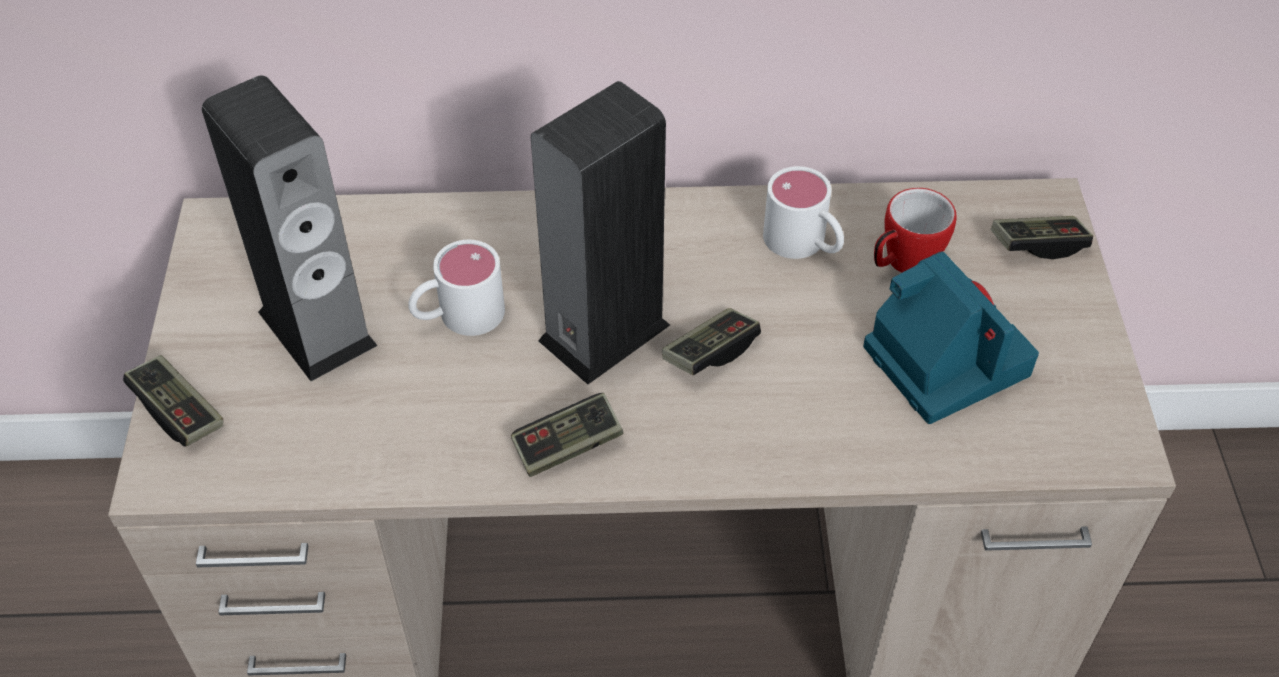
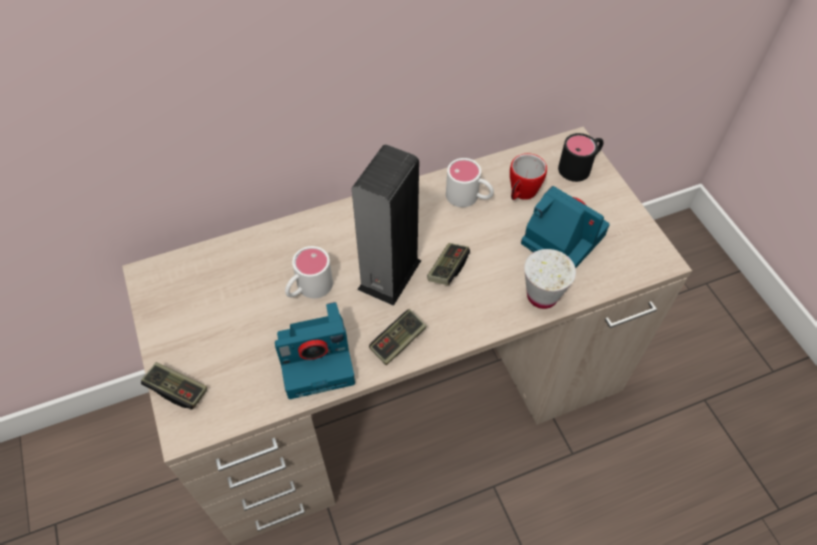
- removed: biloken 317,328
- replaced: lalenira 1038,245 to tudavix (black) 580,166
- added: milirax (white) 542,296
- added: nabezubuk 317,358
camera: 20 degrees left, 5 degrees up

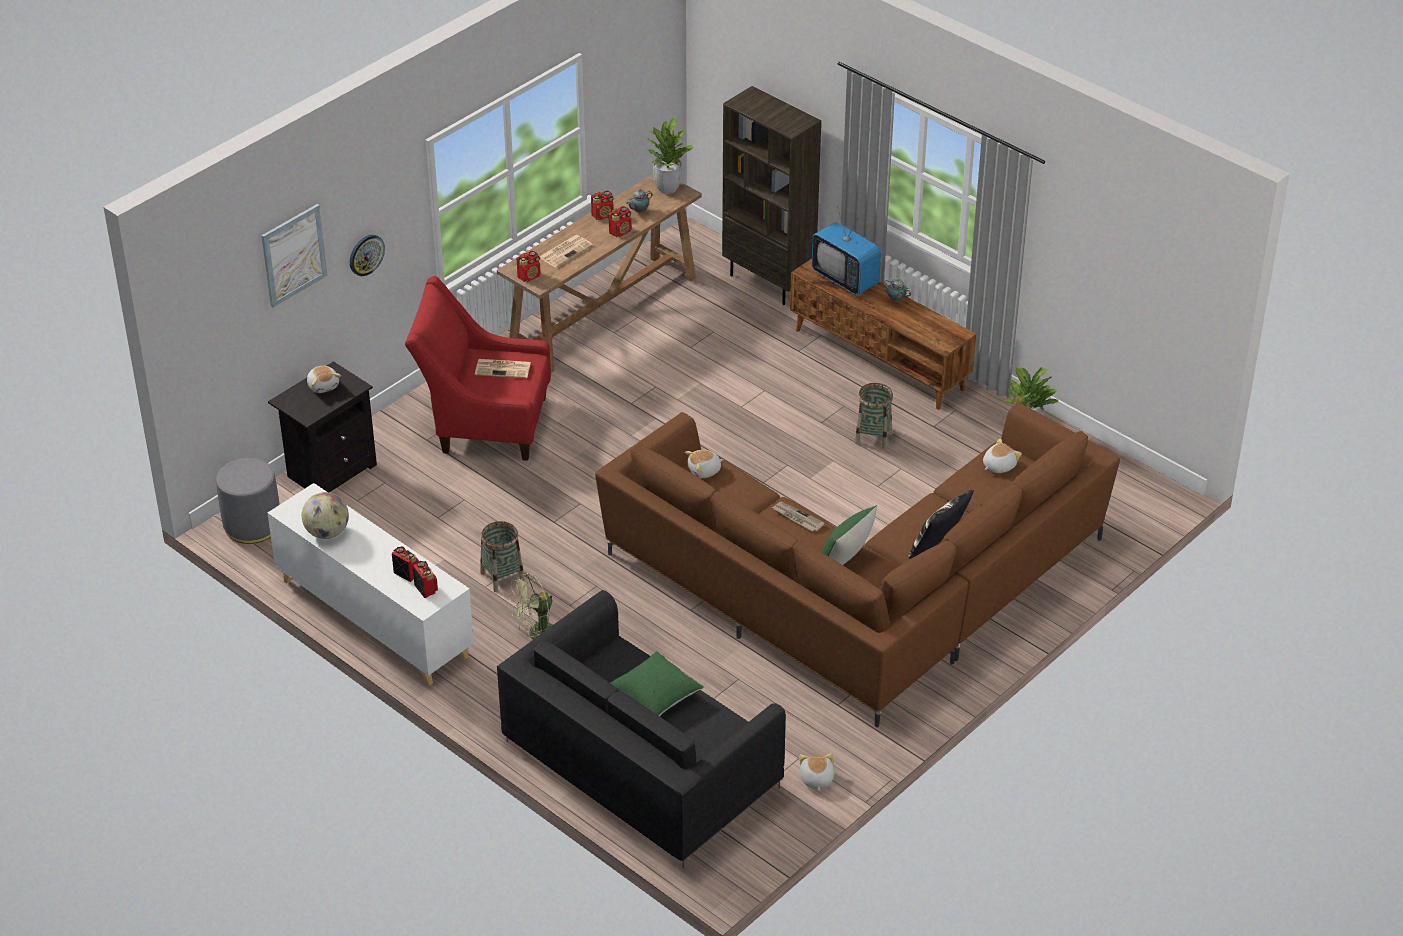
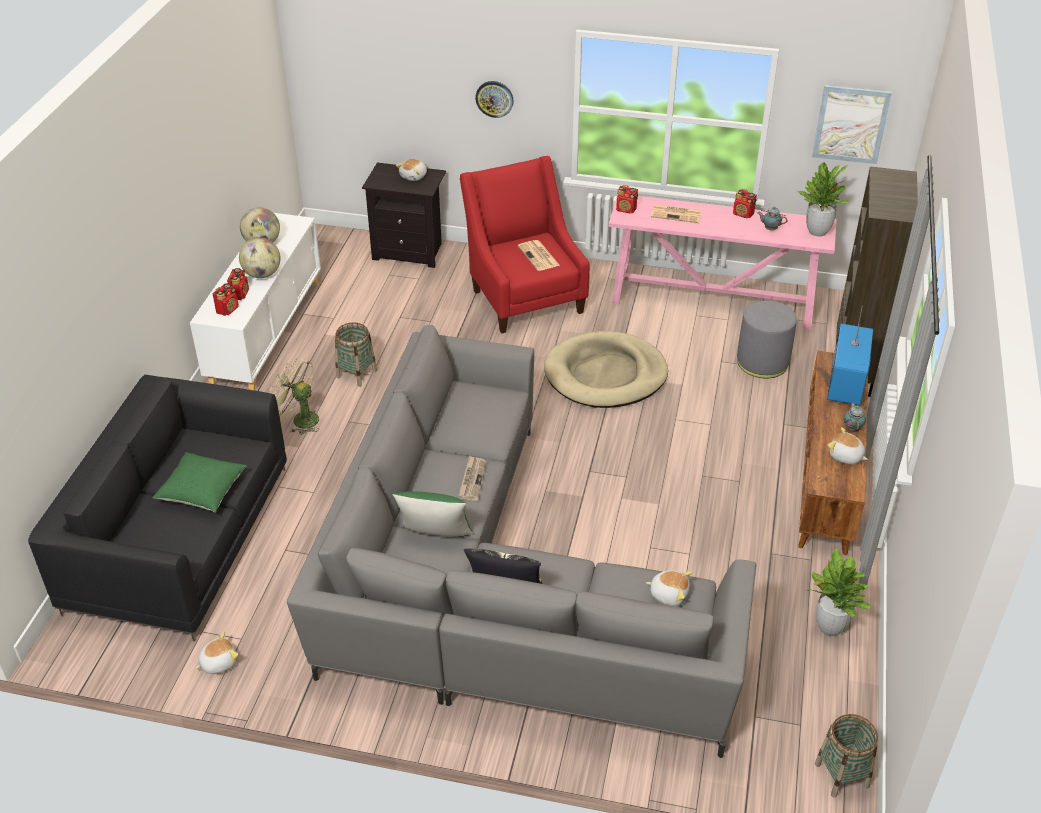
- recoloured: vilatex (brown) 604,313 to vilatex (pink) 714,301
- moved: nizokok 294,255 to 850,124
- removed: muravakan 620,232
- moved: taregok 873,436 to 841,775
- recoloured: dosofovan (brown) 860,593 to dosofovan (grey) 492,594
- moved: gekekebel 704,471 to 845,456
- moved: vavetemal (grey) 252,524 to 762,362
- added: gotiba 262,274
- added: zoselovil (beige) 605,374
camera: 60 degrees right, 0 degrees up

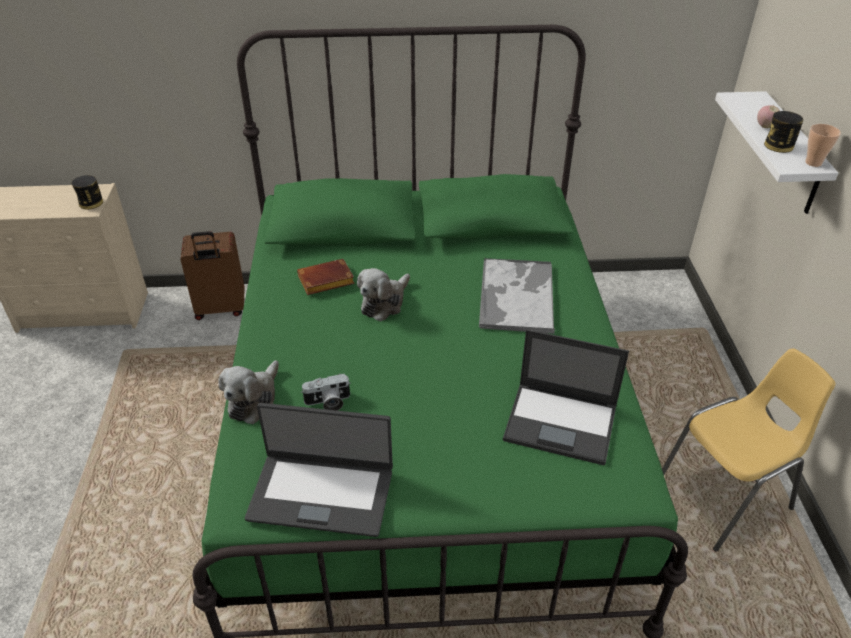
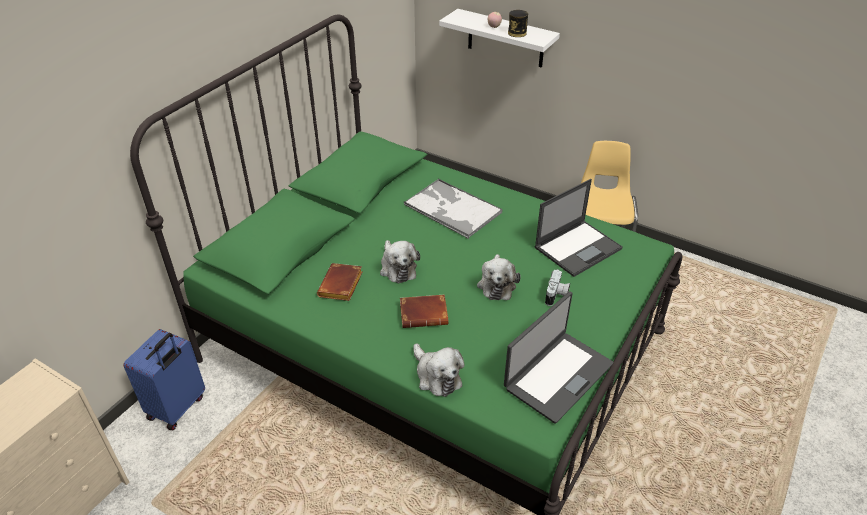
- removed: milirax 813,162
- removed: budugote 91,203
- recoloured: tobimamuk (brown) 220,309 to tobimamuk (blue) 178,408
- moved: nabezubuk 328,403 to 556,295
- added: gekekebel 496,284
- added: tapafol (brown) 425,314
camera: 55 degrees left, 0 degrees up

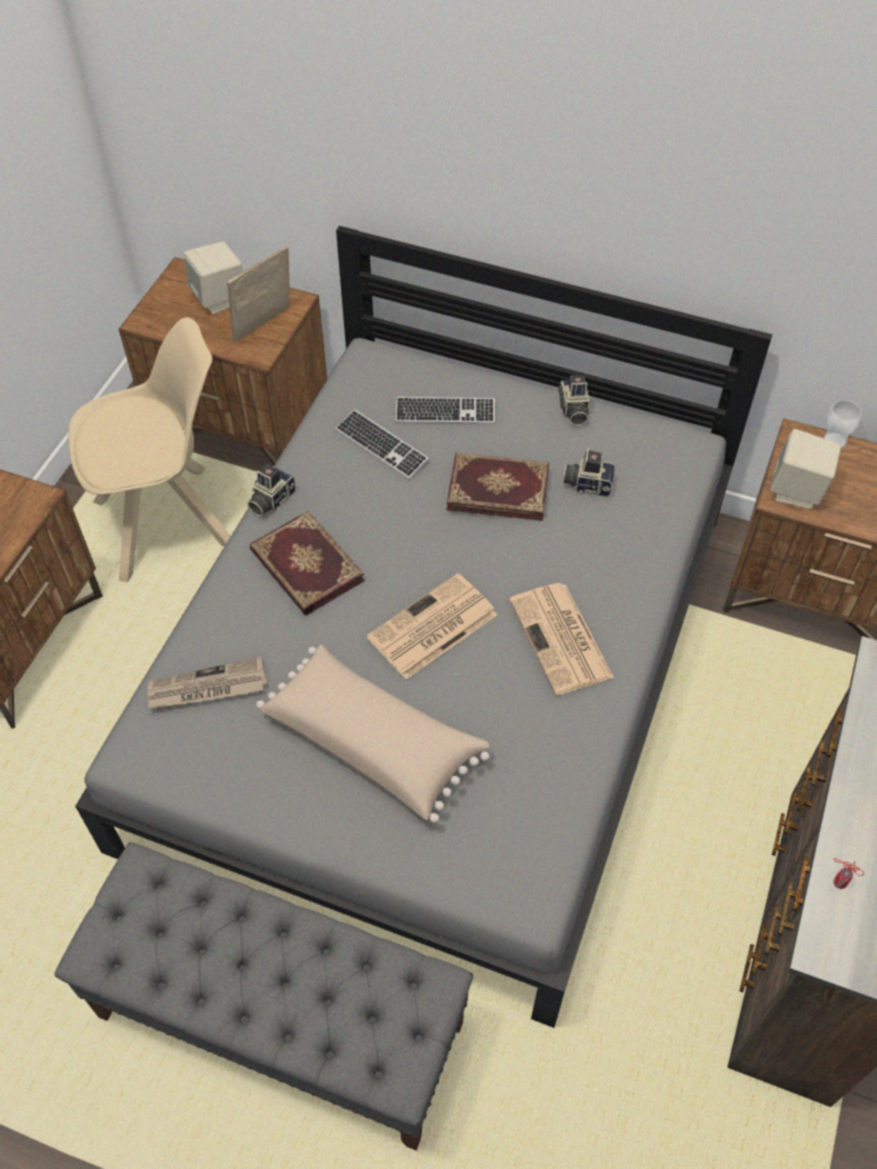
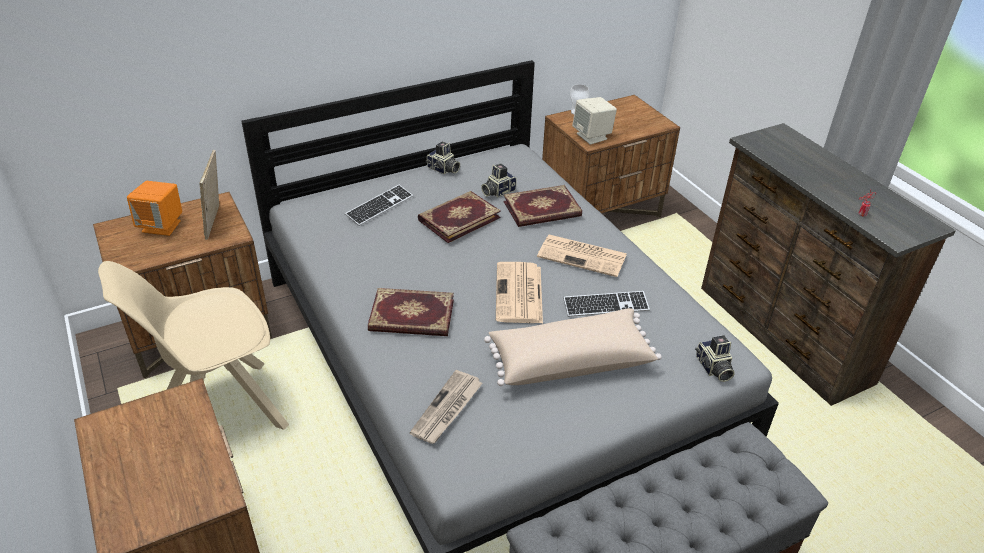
- recoloured: biloken (beige) 219,298 to biloken (orange) 162,226
- turned: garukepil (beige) 169,522 = 221,411 135 degrees counterclockwise
- moved: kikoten 381,446 to 606,305
- moved: nabezubuk 270,500 to 713,368
- added: tapafol 542,210
camera: 50 degrees left, 15 degrees down

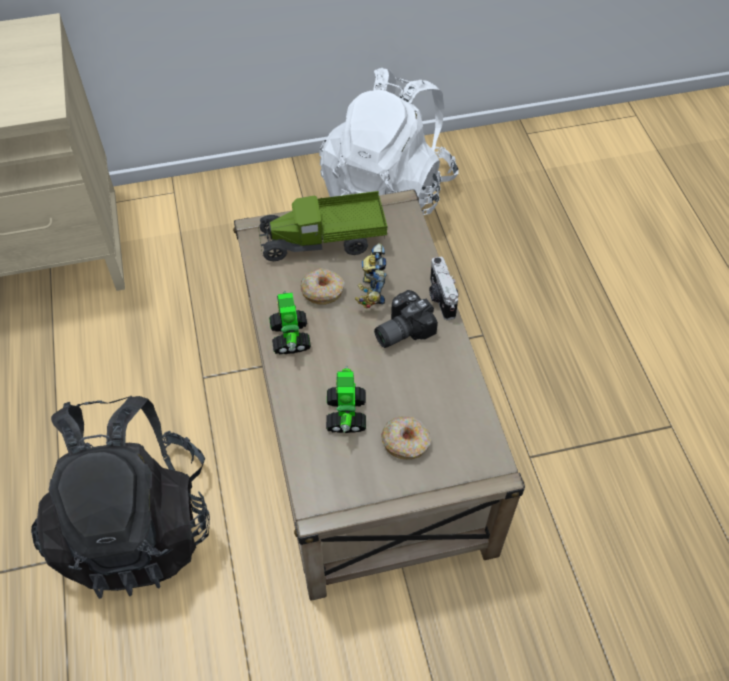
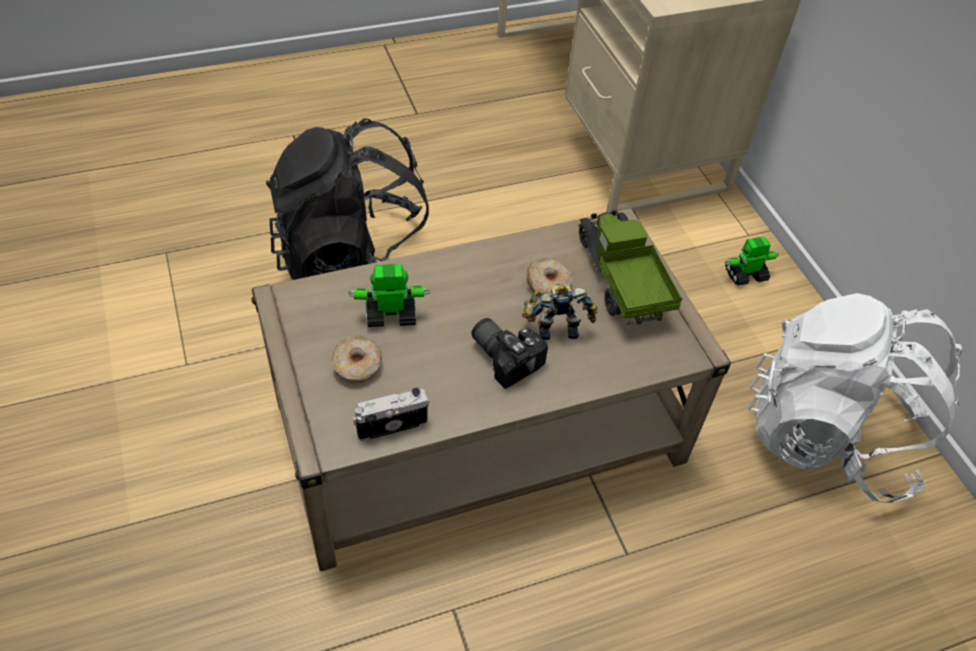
- moved: nabezubuk 440,298 to 391,424
- moved: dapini 290,337 to 745,275
camera: 80 degrees right, 5 degrees down

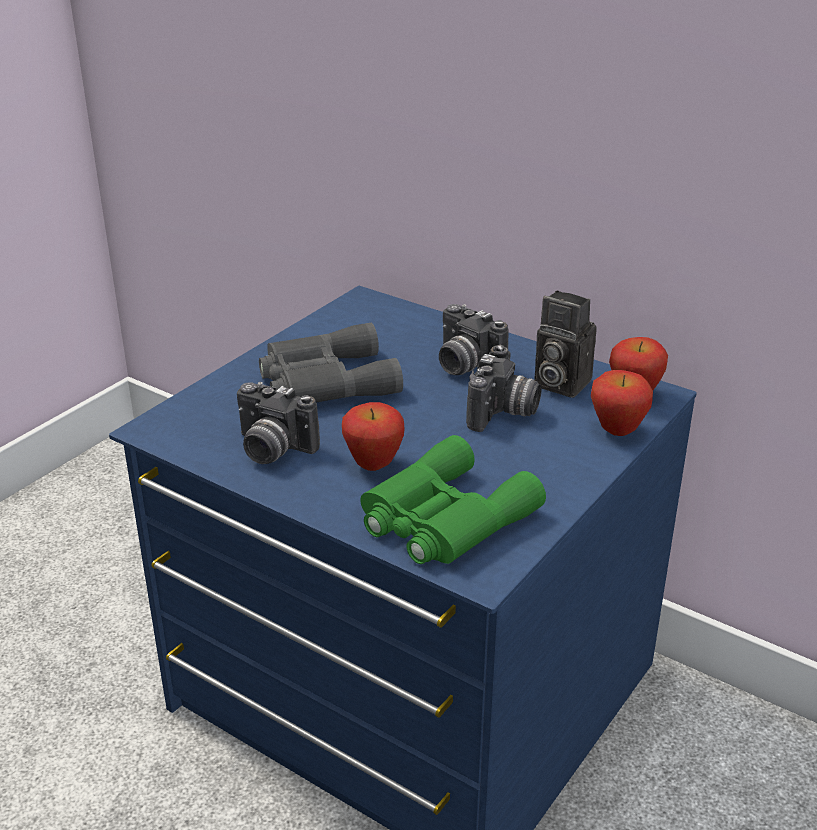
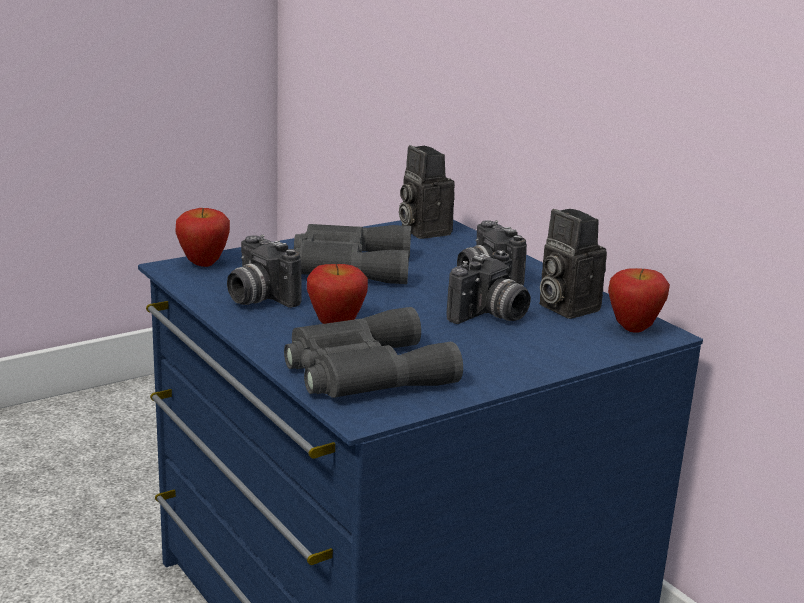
- moved: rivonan 617,431 to 203,264
- recoloured: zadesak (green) 442,519 to zadesak (grey) 363,371
- added: nabezubuk 422,230
camera: 20 degrees right, 10 degrees down

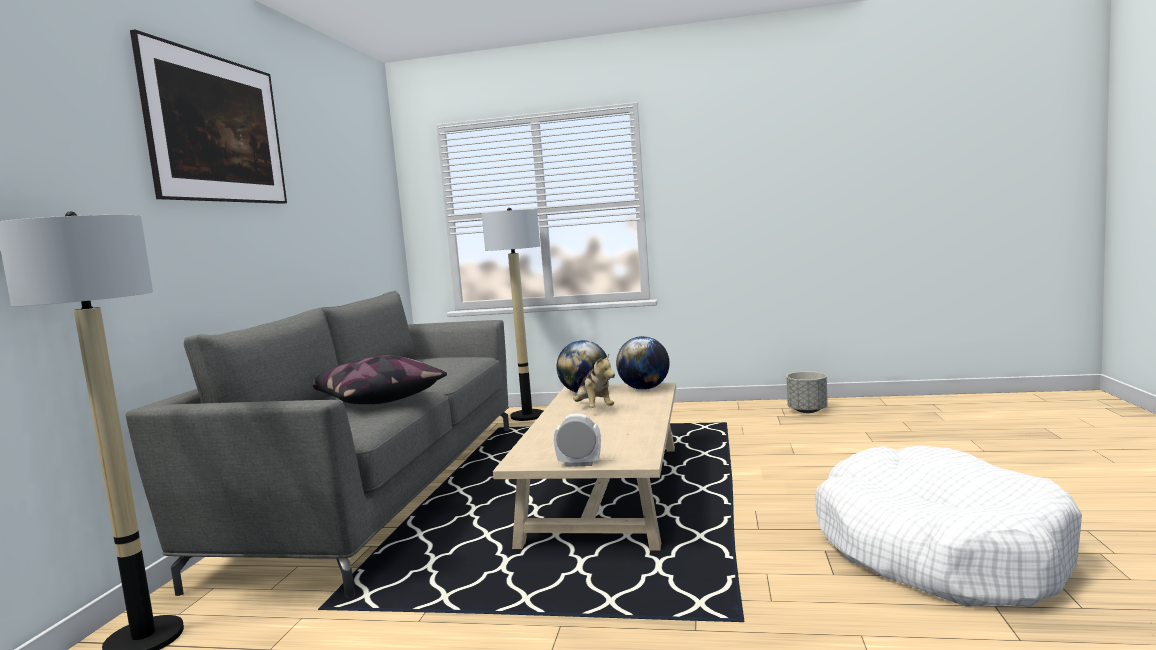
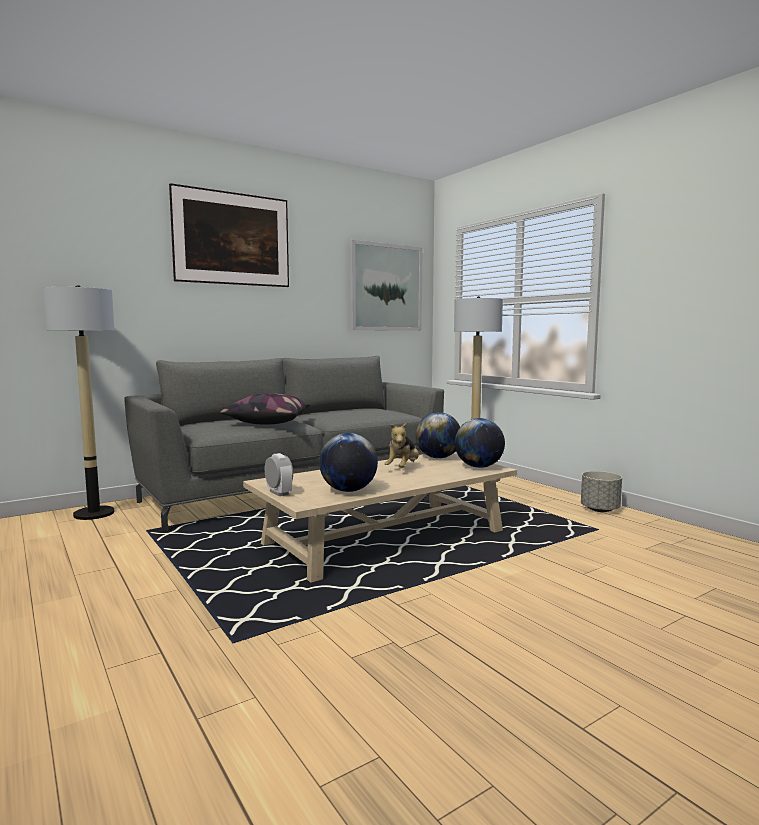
- moved: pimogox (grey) 807,411 to 599,509
- removed: zoselovil (white) 938,550
- added: nizokok 386,287
- added: gotiba 348,490
camera: 45 degrees right, 0 degrees up

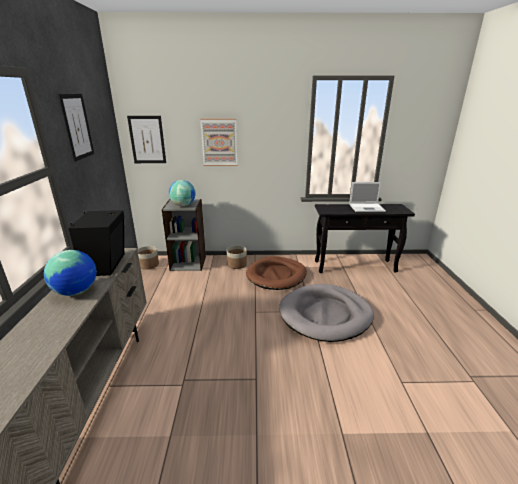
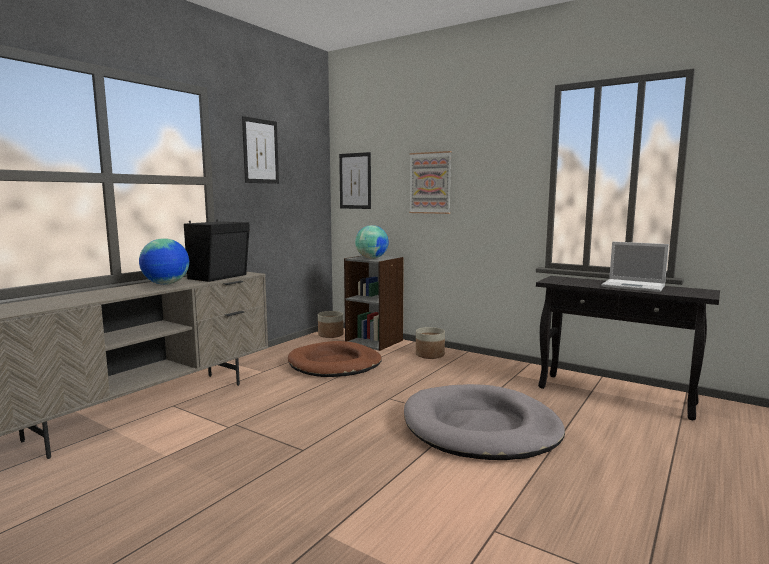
- moved: zoselovil (brown) 276,275 to 335,364
camera: 35 degrees right, 15 degrees down

